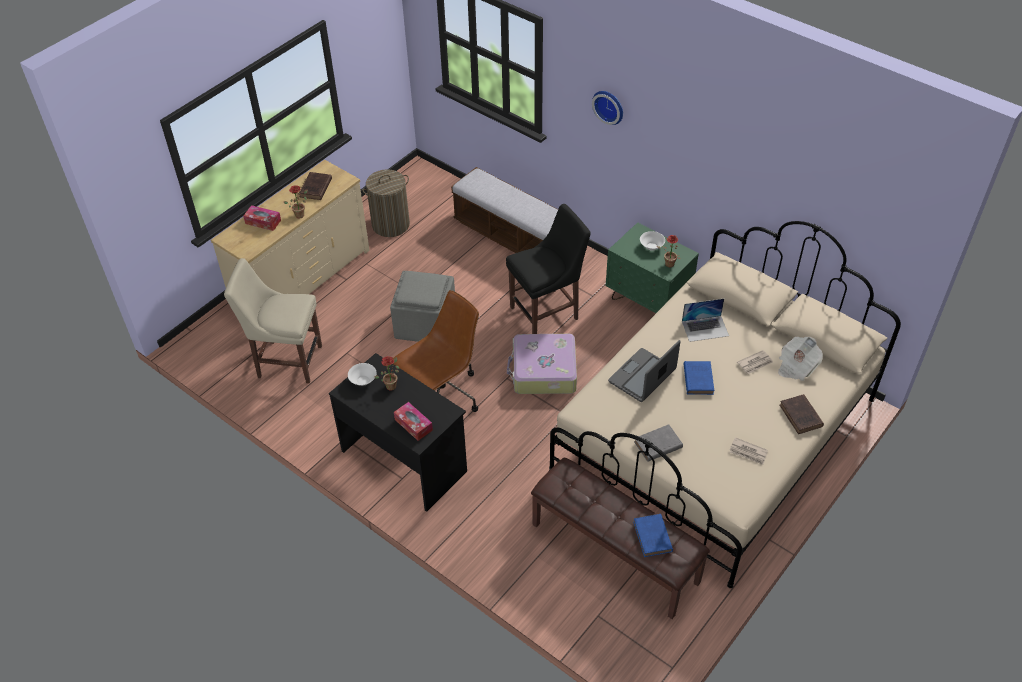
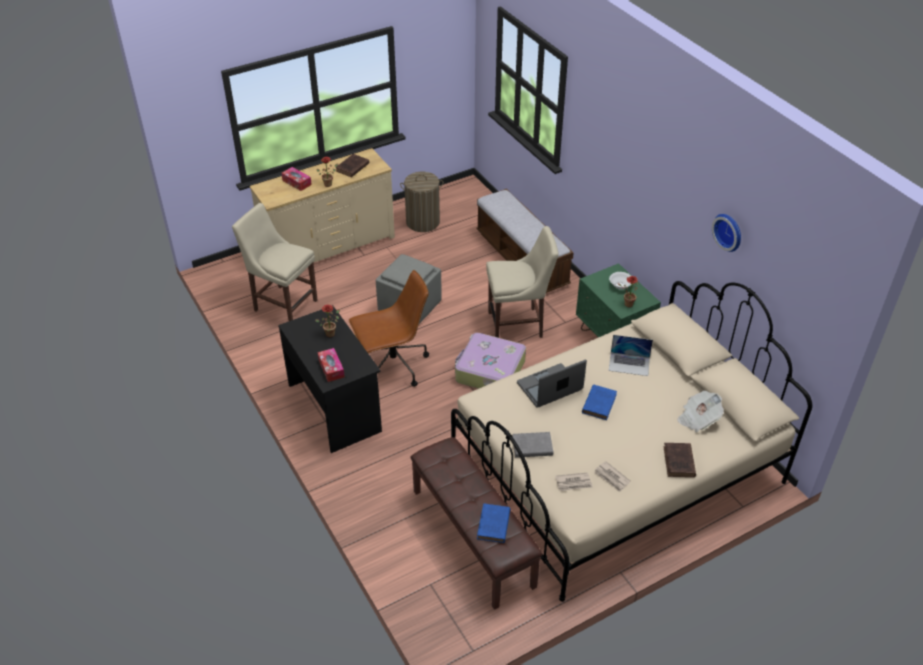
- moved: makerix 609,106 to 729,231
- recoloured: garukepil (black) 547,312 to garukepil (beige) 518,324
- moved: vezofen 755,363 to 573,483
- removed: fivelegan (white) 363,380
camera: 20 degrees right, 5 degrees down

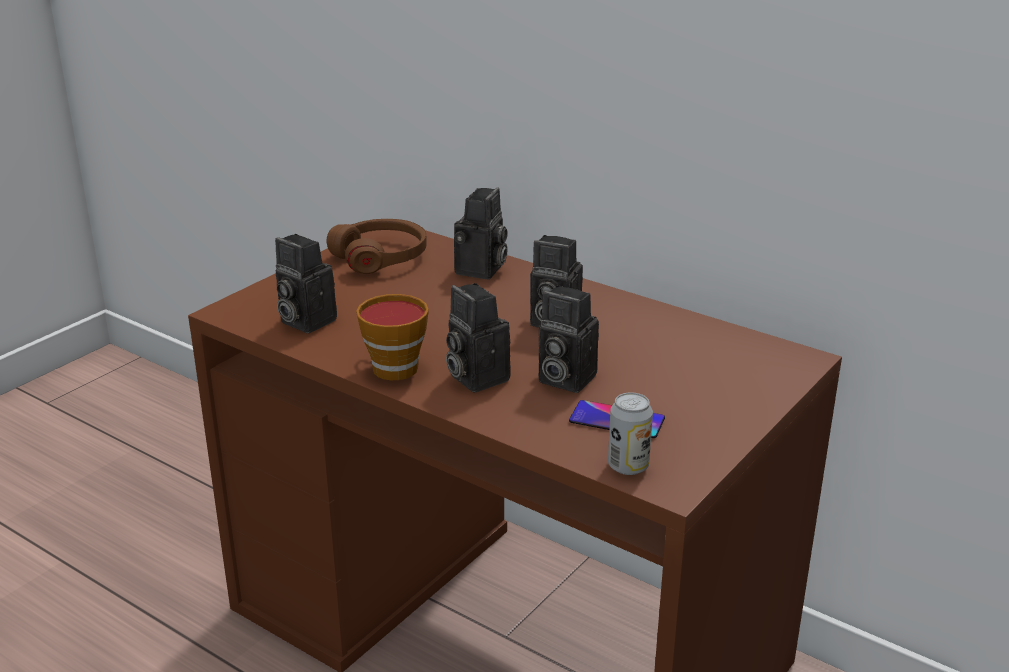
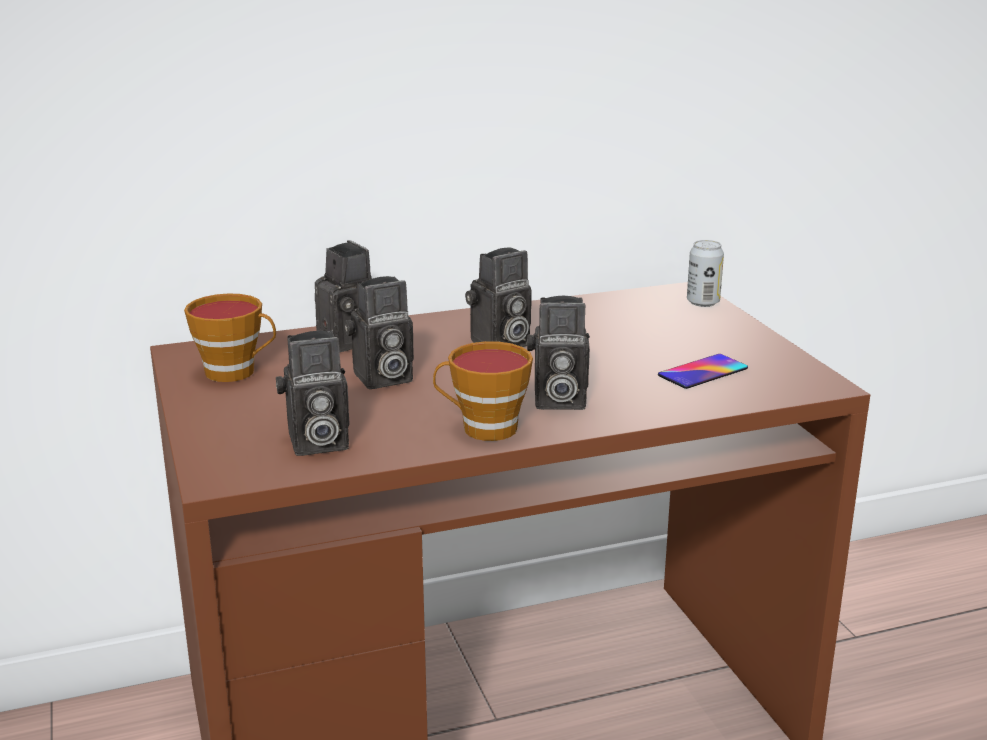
- replaced: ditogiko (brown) 380,257 to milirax 236,372
- moved: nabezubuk 563,379 to 381,379
- moved: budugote 628,466 to 703,302
camera: 55 degrees left, 5 degrees down

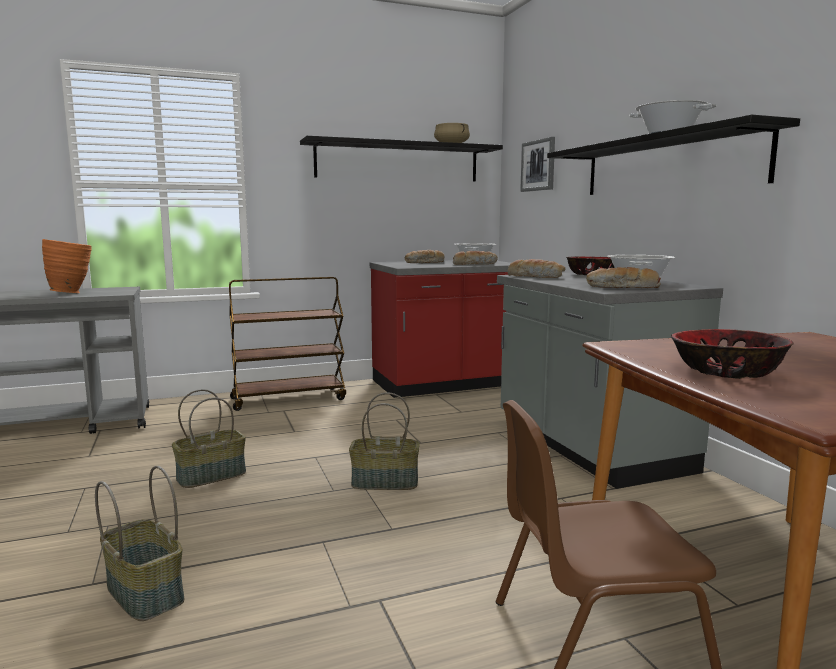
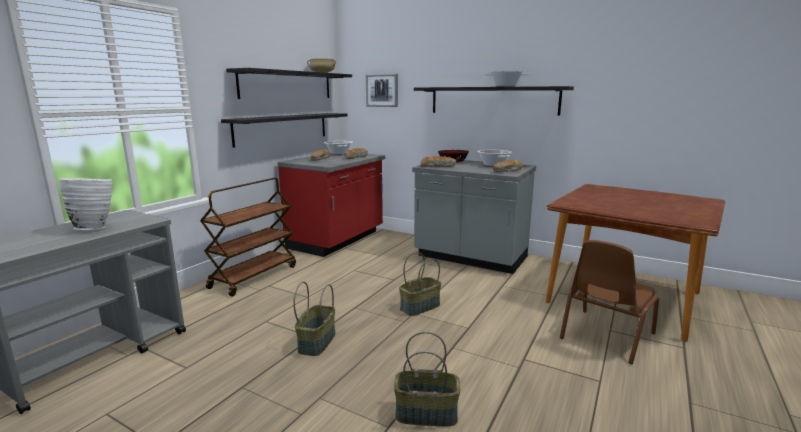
- recoloured: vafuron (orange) 72,293 to vafuron (white) 95,228
- removed: fivelegan 726,371
- added: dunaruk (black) 283,128
camera: 40 degrees left, 5 degrees up

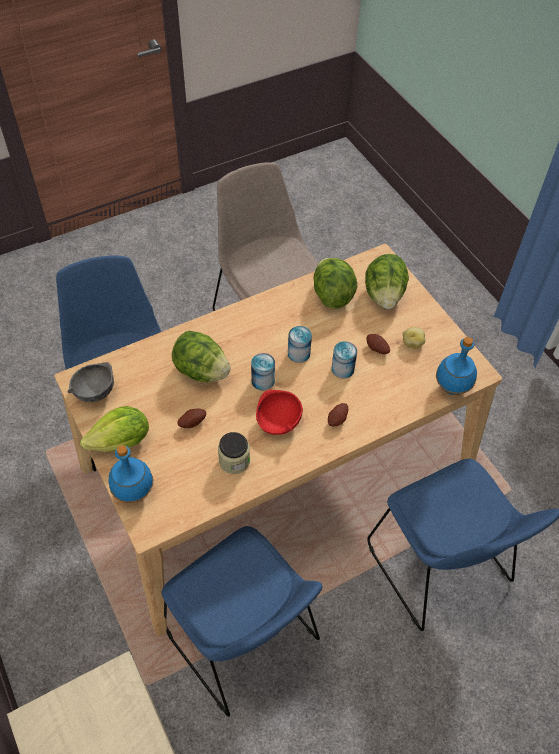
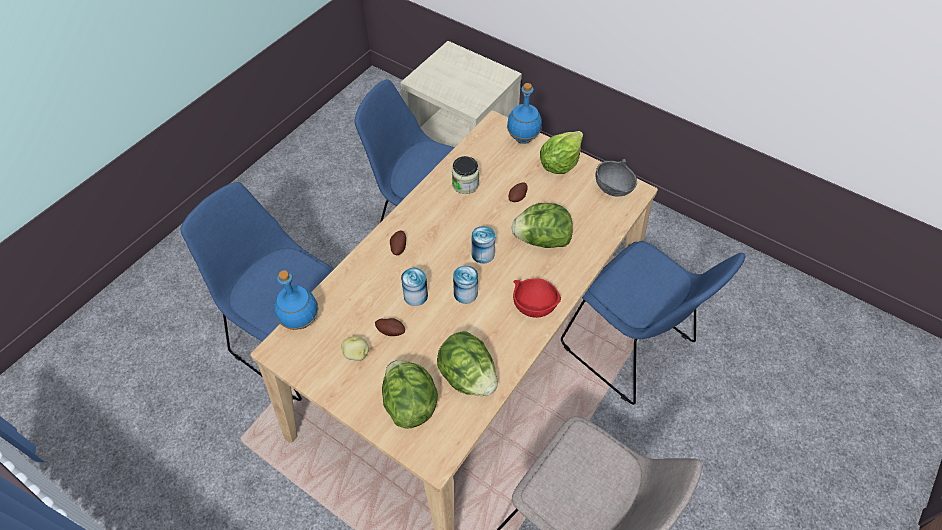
- moved: fivelegan (red) 278,422 to 534,305
camera: 155 degrees right, 0 degrees up

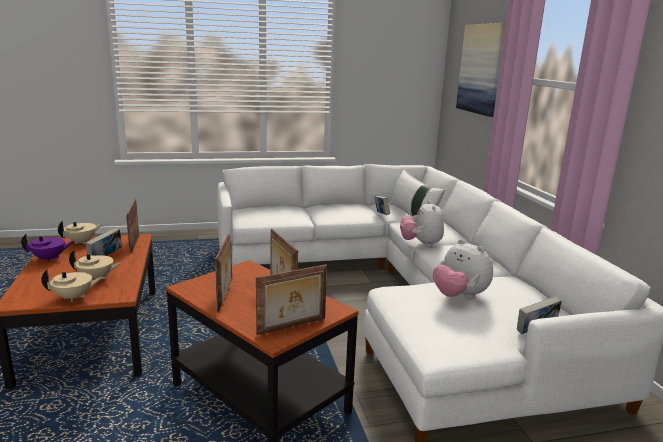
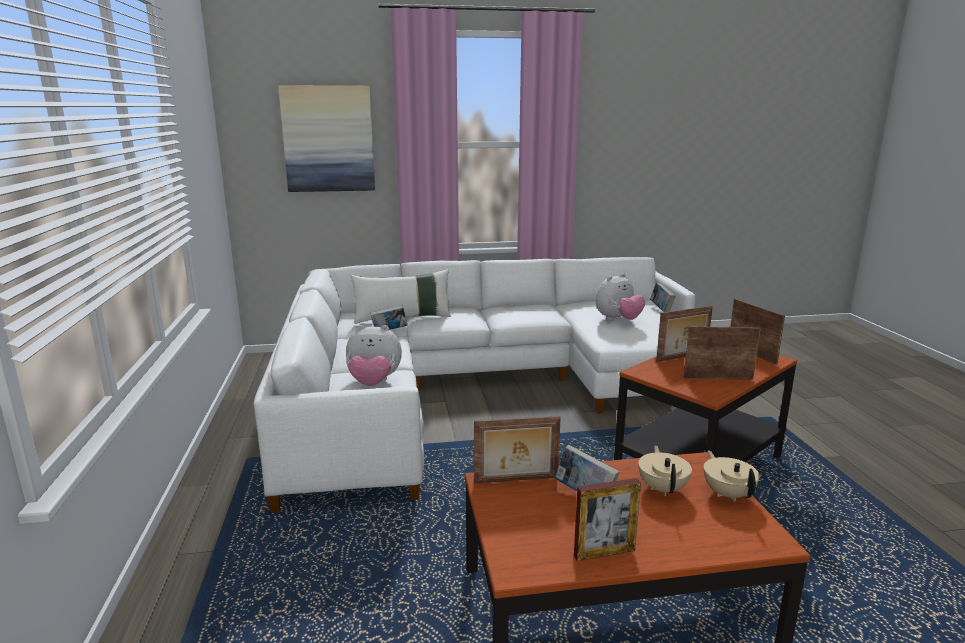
- moved: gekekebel 421,244 to 374,383
- removed: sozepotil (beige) 82,242
- replaced: sozepotil (purple) 50,258 to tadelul 604,553
camera: 85 degrees left, 0 degrees up

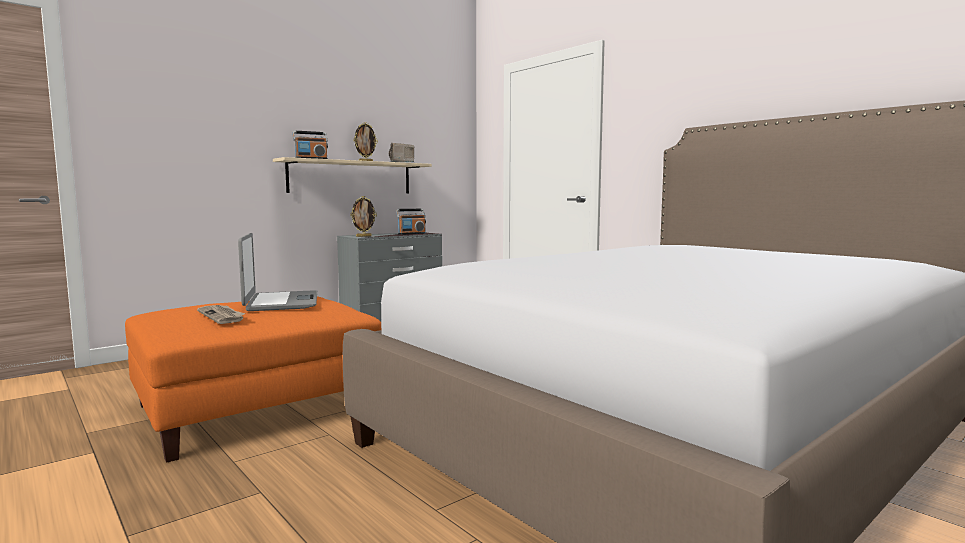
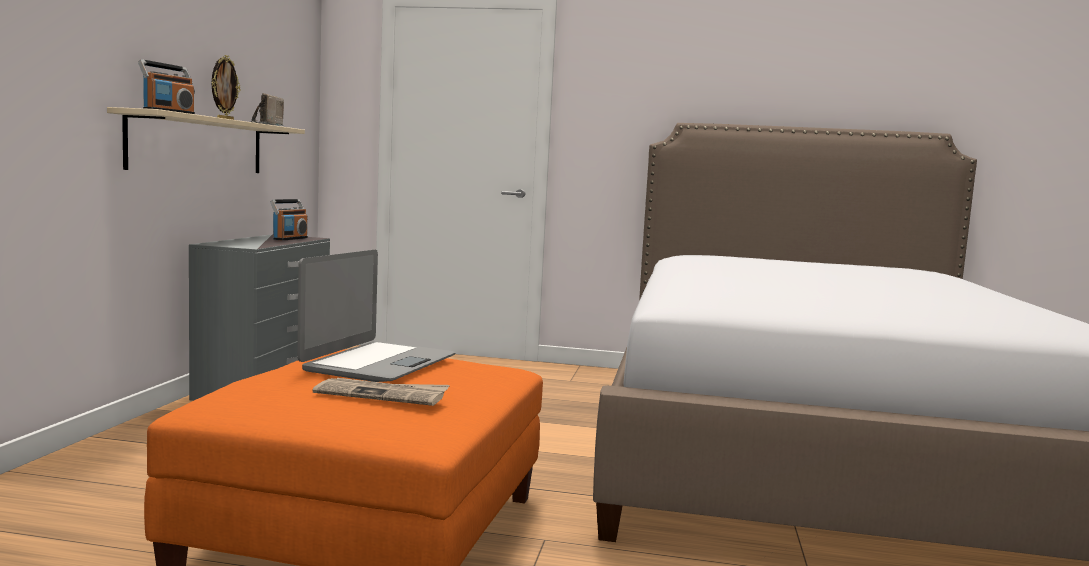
- removed: tadelul 363,236
- turned: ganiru 281,302 = 378,363 75 degrees clockwise
camera: 40 degrees left, 0 degrees up

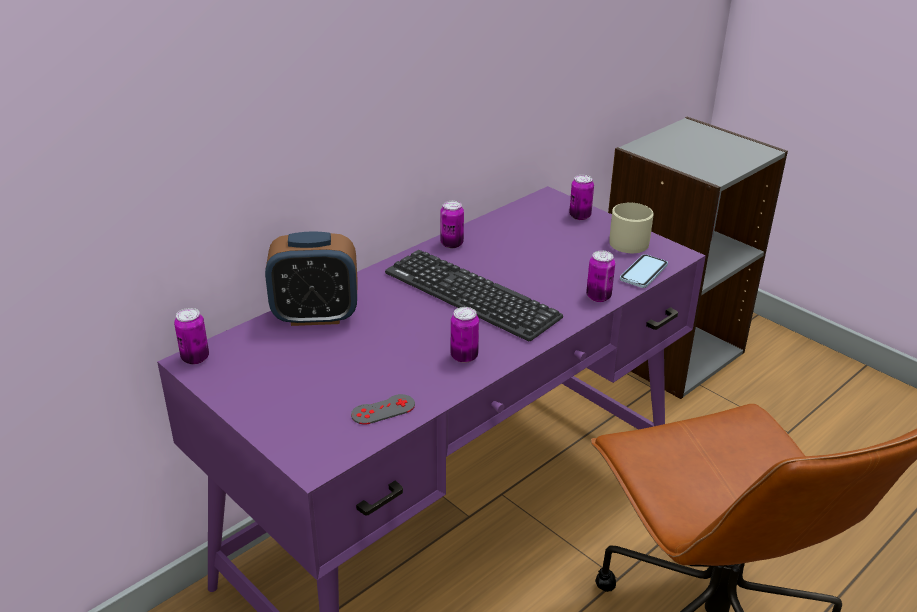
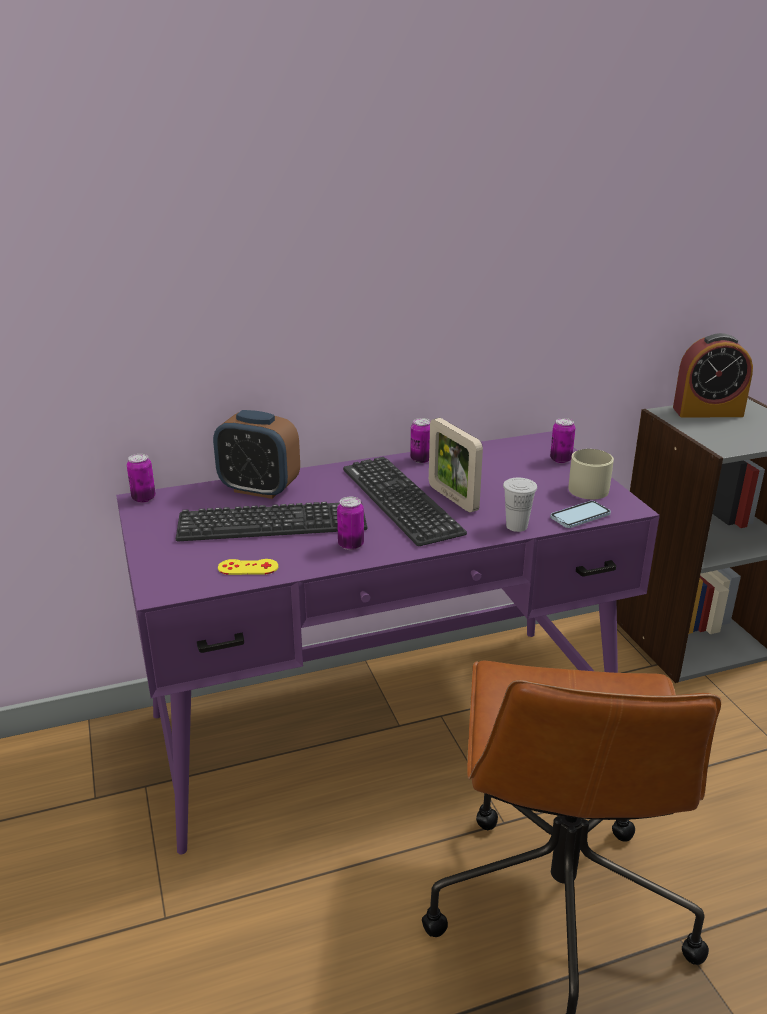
- replaced: budugote 598,297 to milirax (white) 516,526
- recoloured: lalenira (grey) 383,410 to lalenira (yellow) 248,567
- added: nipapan 707,412
- added: tadelul 453,498
- added: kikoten 272,523
camera: 25 degrees right, 5 degrees down

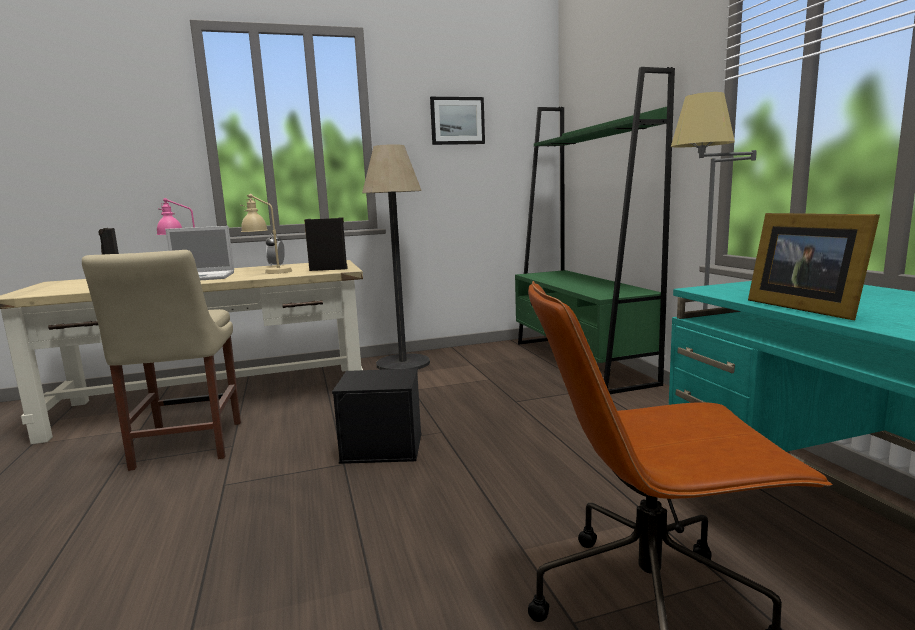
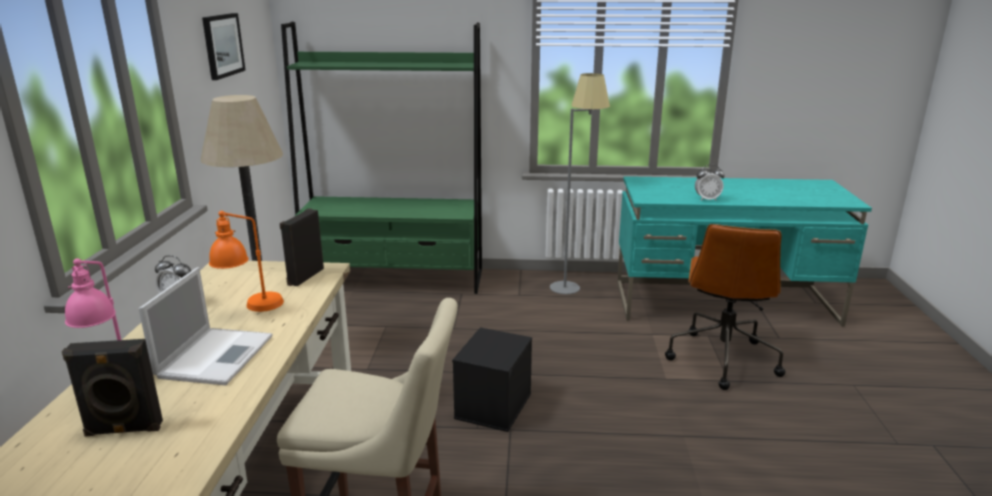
- recoloured: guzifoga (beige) 268,272 to guzifoga (orange) 251,309
- replaced: tadelul 803,307 to nipapan 707,199
camera: 70 degrees left, 10 degrees up

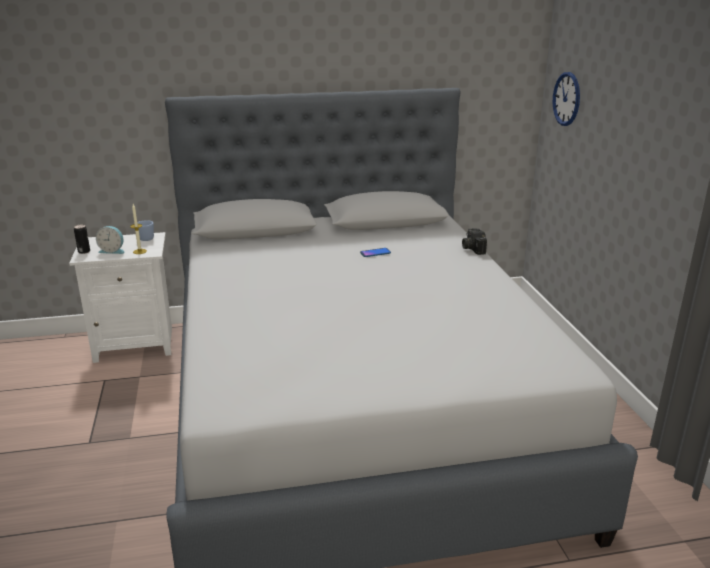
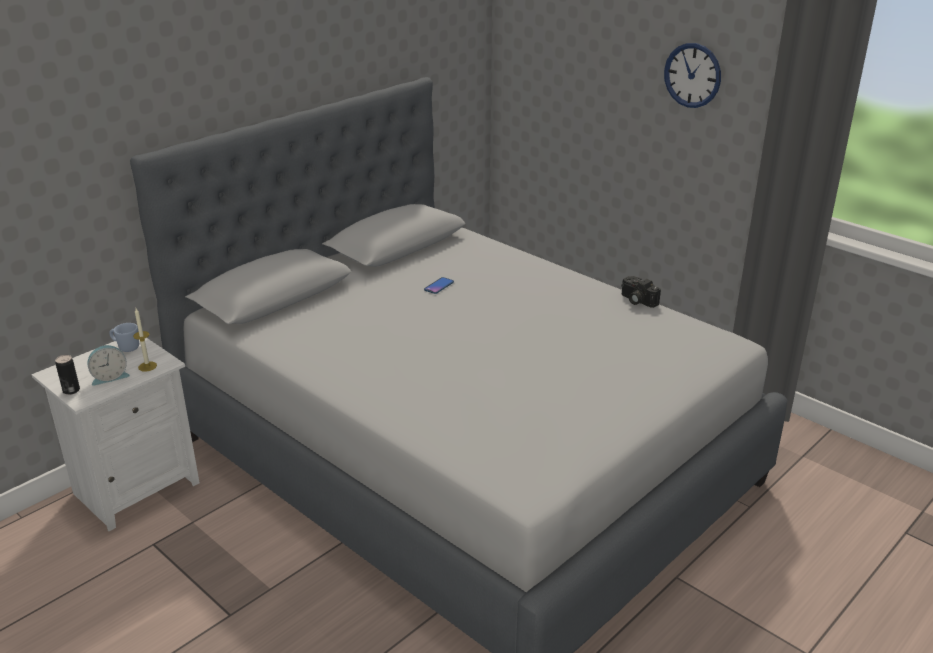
- moved: makerix 566,99 to 692,75
- moved: nabezubuk 472,248 to 637,301
camera: 35 degrees left, 5 degrees up

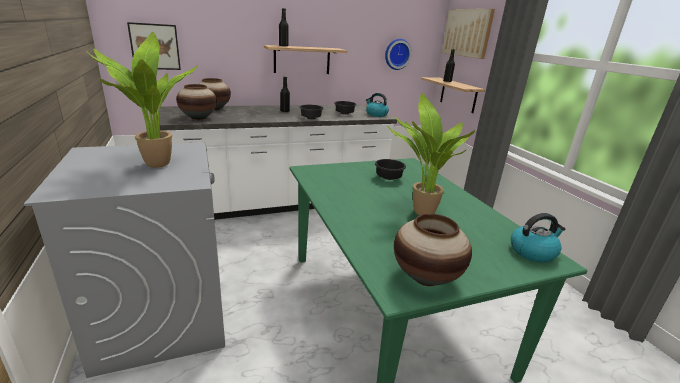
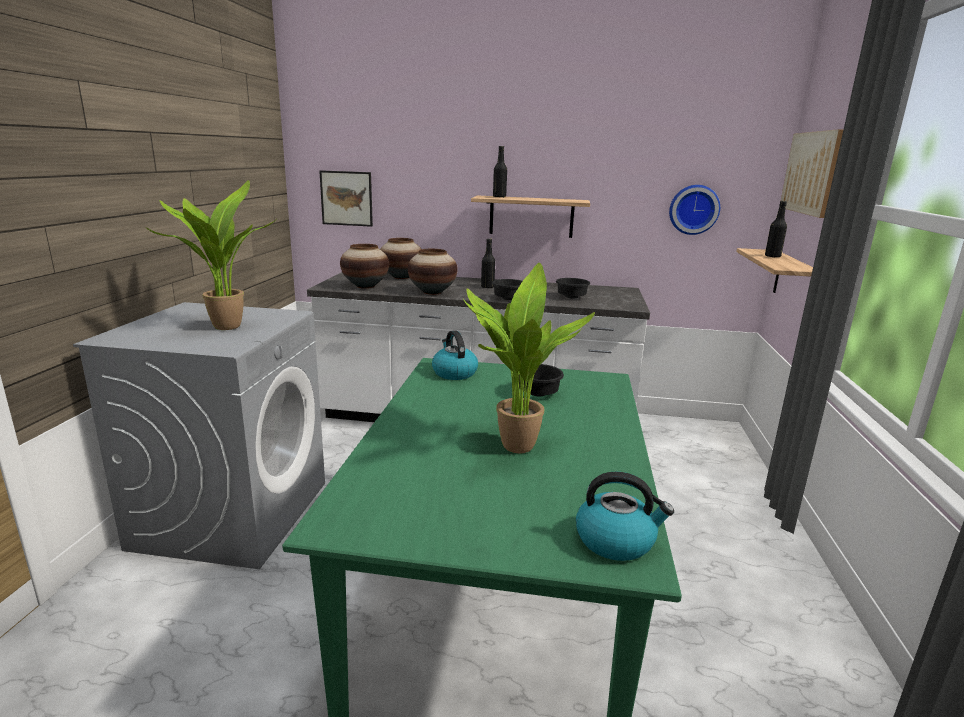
- moved: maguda 376,114 to 454,373
- moved: vafuron 425,277 to 432,292
camera: 30 degrees right, 5 degrees down

